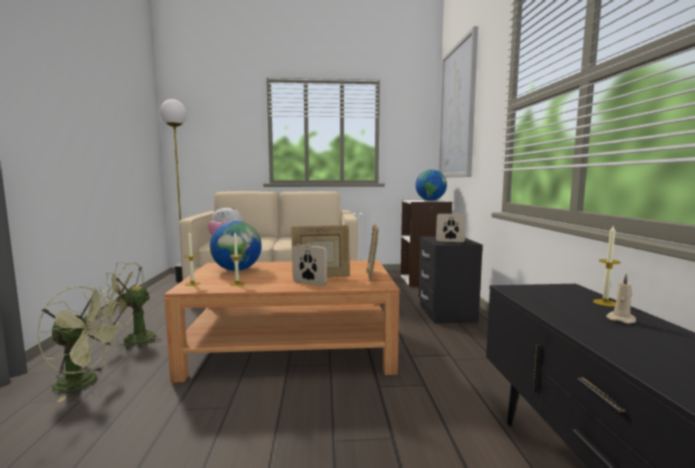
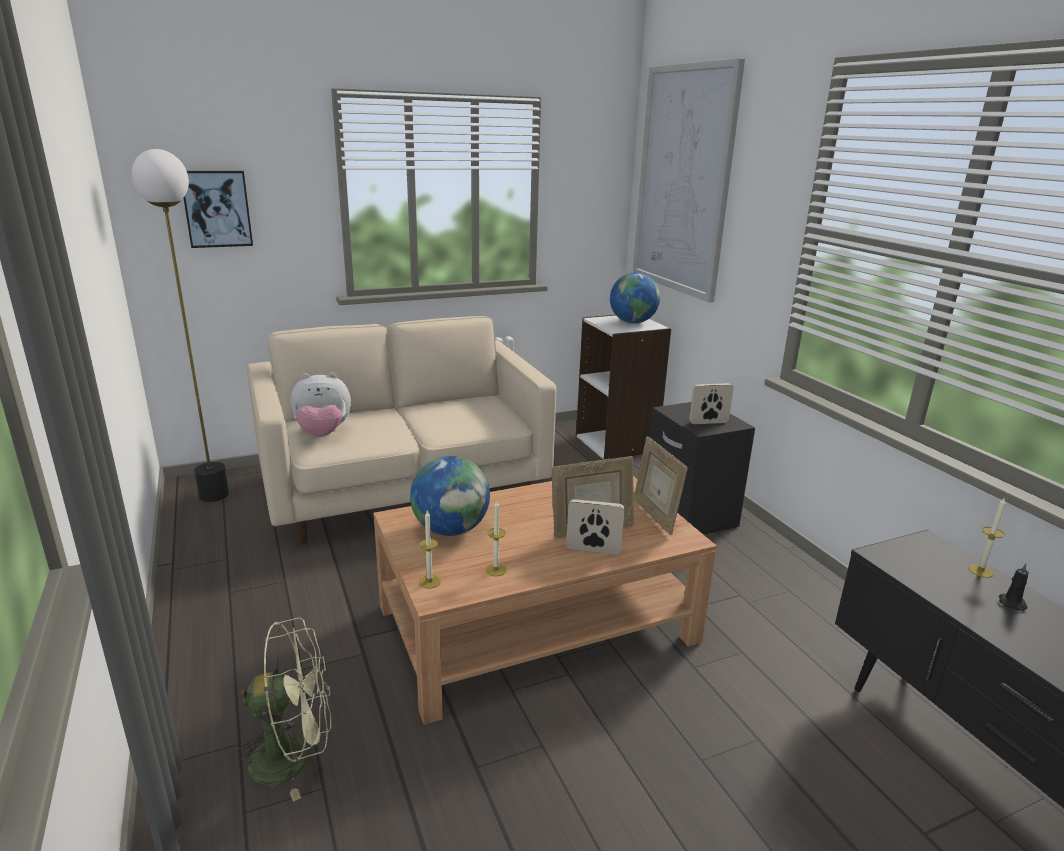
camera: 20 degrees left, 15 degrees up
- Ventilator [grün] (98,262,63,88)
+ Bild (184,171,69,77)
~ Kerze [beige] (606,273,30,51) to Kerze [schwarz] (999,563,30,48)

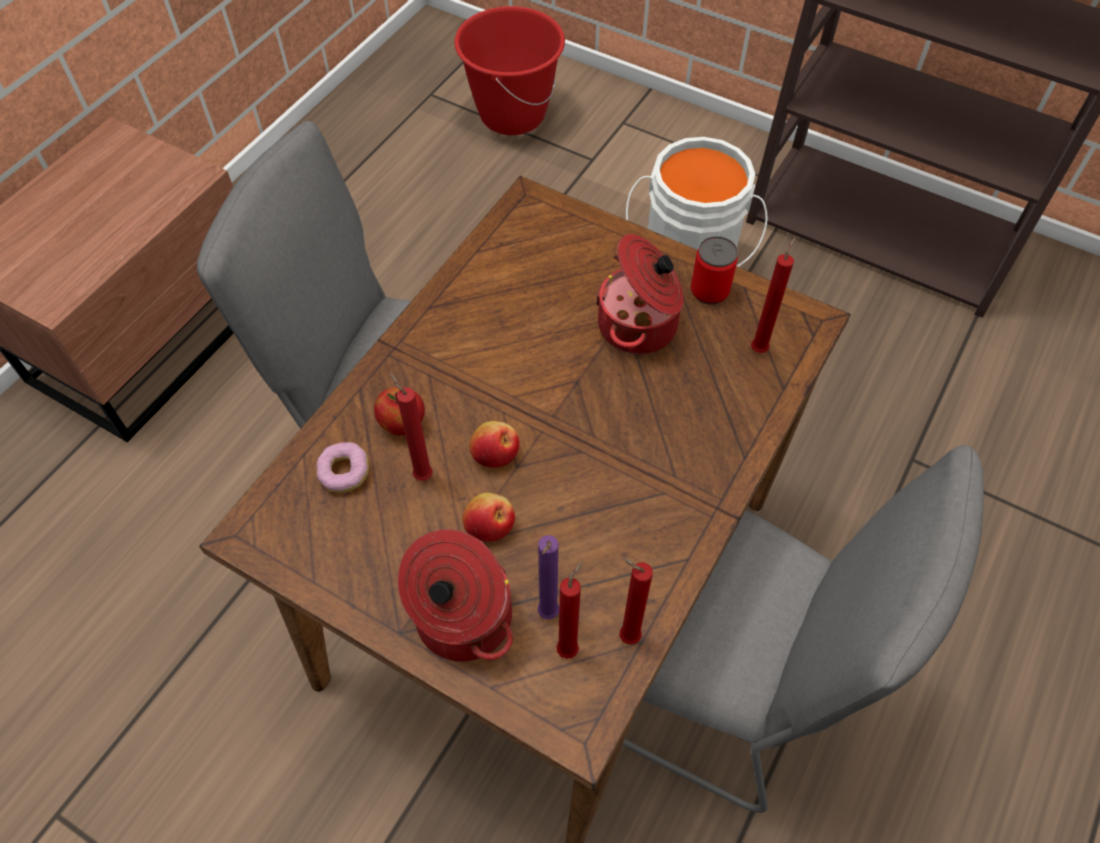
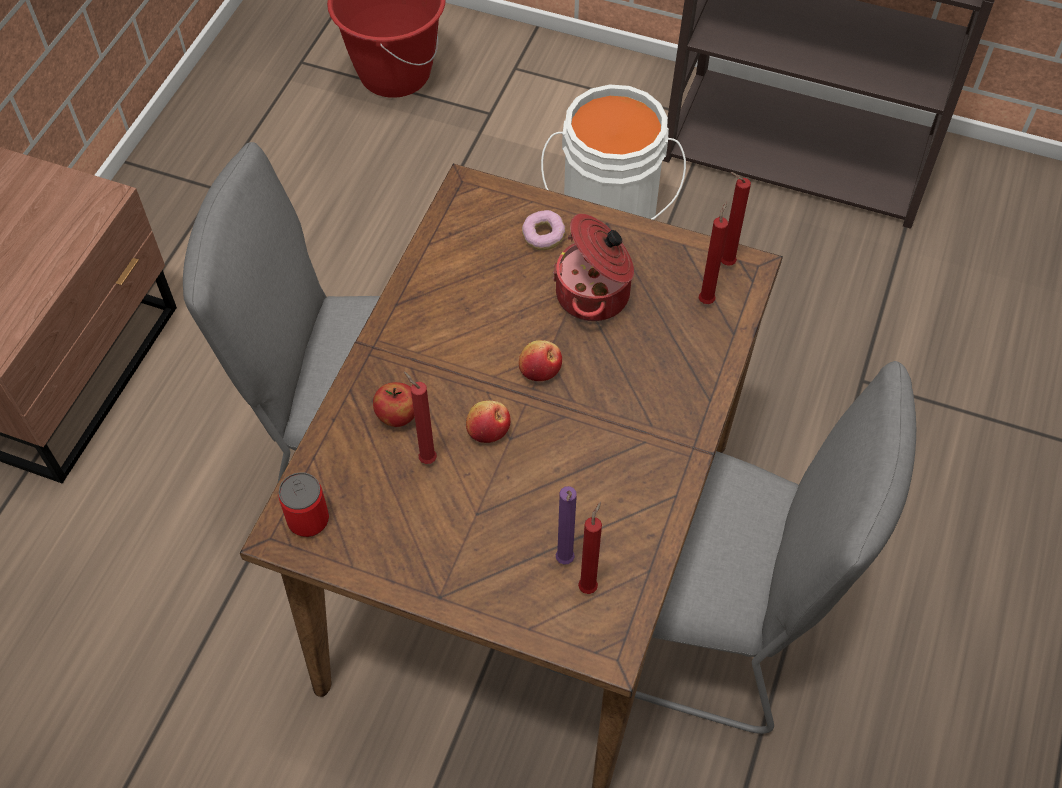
camera: 10 degrees left, 0 degrees up
- Kochtopf (398,529,115,133)
~ Donut (316,442,53,51) to (522,210,43,40)
~ Apfel (462,493,53,49) to (519,340,43,41)
~ Kerze [rot] (620,558,33,87) to (721,172,30,94)
~ Dose (691,236,47,69) to (279,472,50,65)

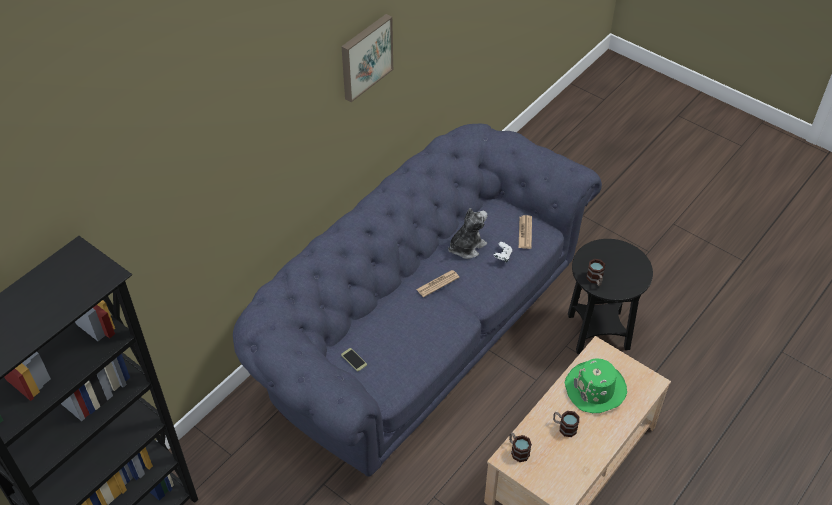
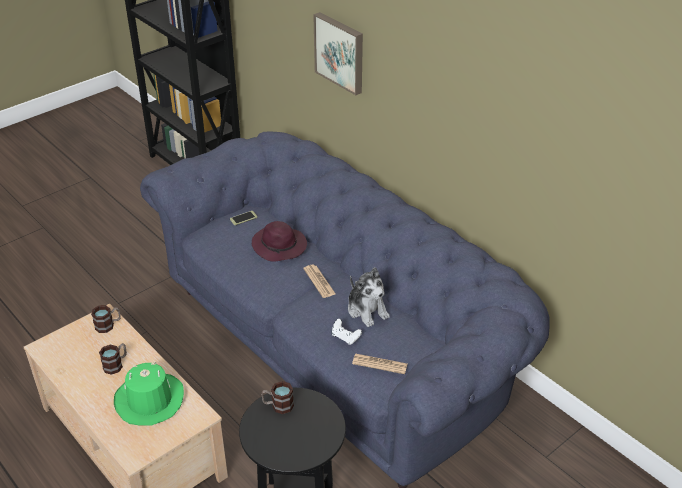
camera: 100 degrees right, 10 degrees down
+ Hut [lila] (252,221,55,41)
~ Bild (342,14,51,88) to (313,12,50,83)

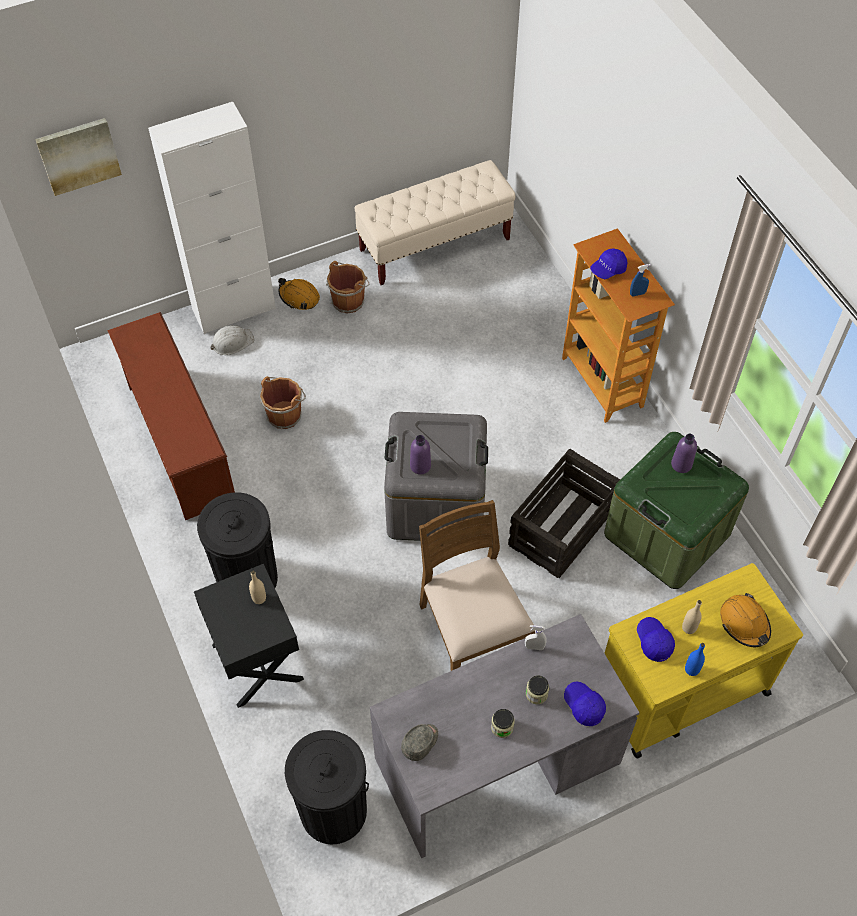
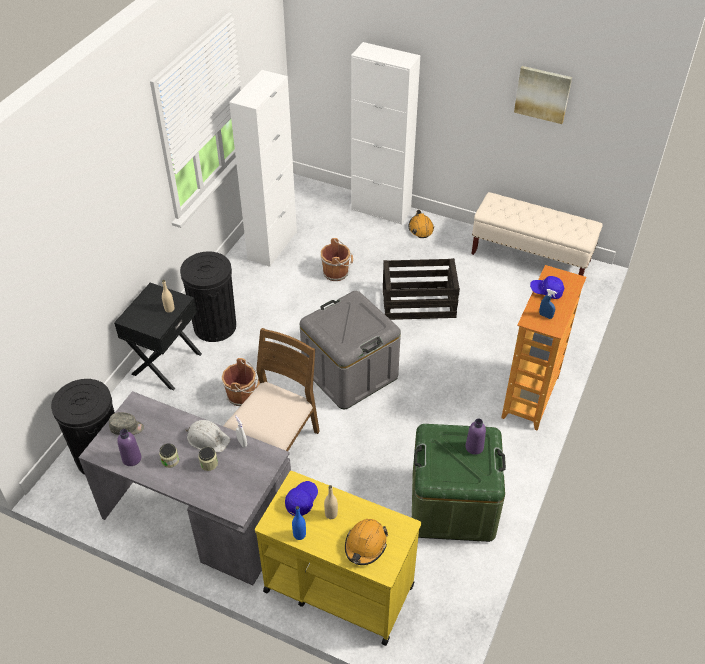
camera: 50 degrees right, 10 degrees down
- Kappe [blau] (564,682,42,44)
~ Bild (35,118,87,78) to (514,66,58,58)
~ Schutzhelm [weiß] (210,325,45,30) to (185,420,45,33)
~ Eimer [braun] (326,261,43,53) to (222,358,38,48)
~ Flasche [lila] (410,435,21,40) to (117,429,24,37)
~ Kiste (508,449,112,129) to (383,258,77,62)
~ Schuhregal [braun] (107,312,128,208) to Schrank [weiß] (229,70,68,197)

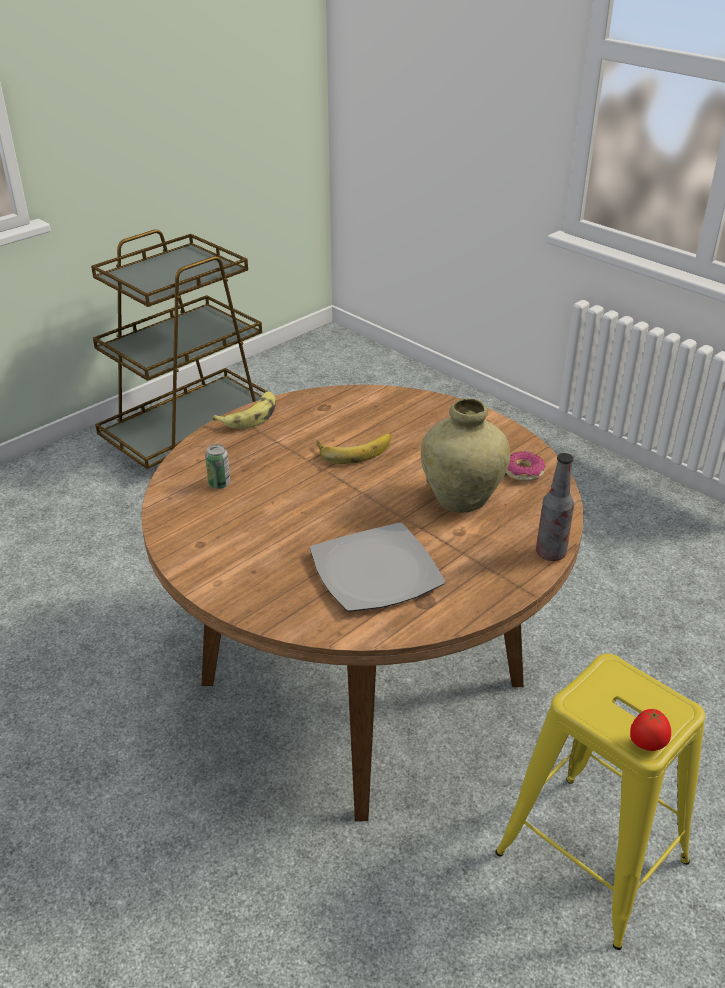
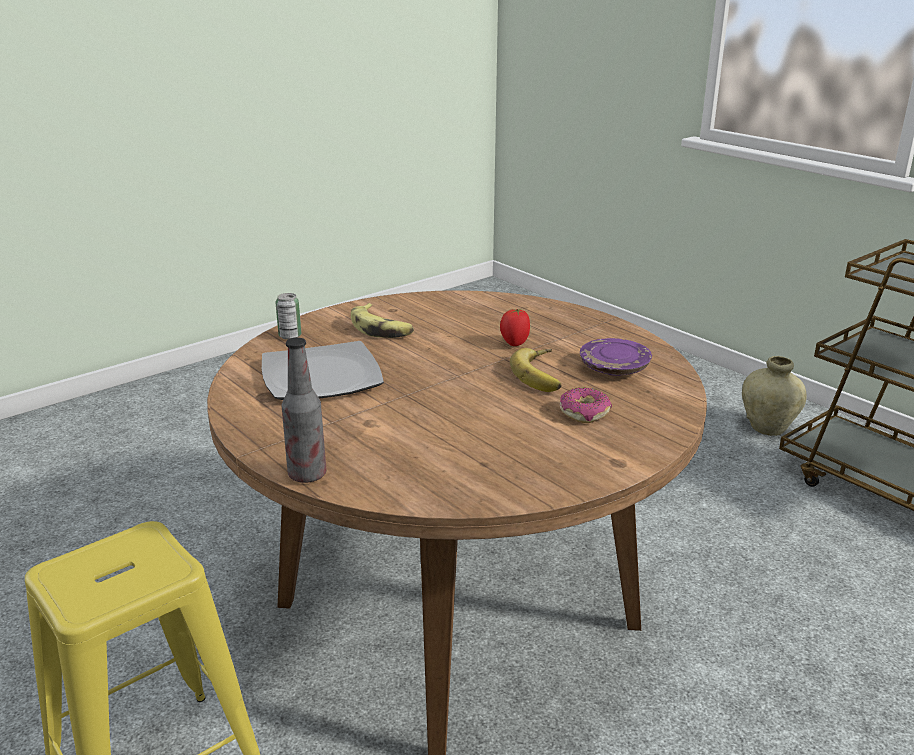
camera: 95 degrees right, 10 degrees down
+ Teller [lila] (580,338,72,38)
~ Dose (205,444,25,45) to (276,293,25,47)
~ Banane (213,391,63,38) to (351,303,63,35)
~ Vase [beige] (421,398,89,115) to (742,356,65,80)
~ Donut (506,451,40,30) to (560,387,52,36)
~ Tomate (630,708,41,43) to (500,309,30,37)

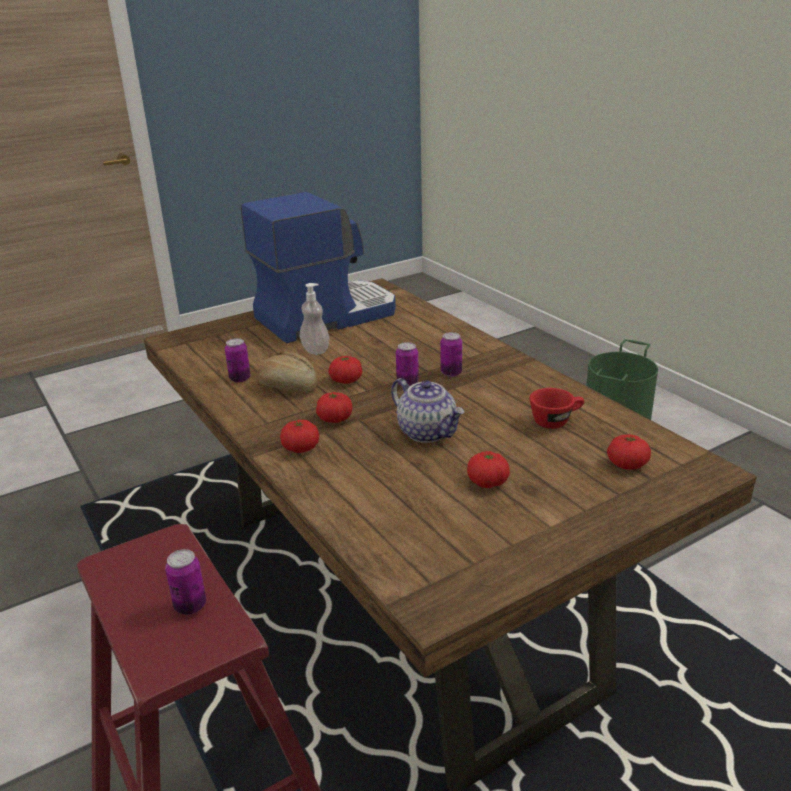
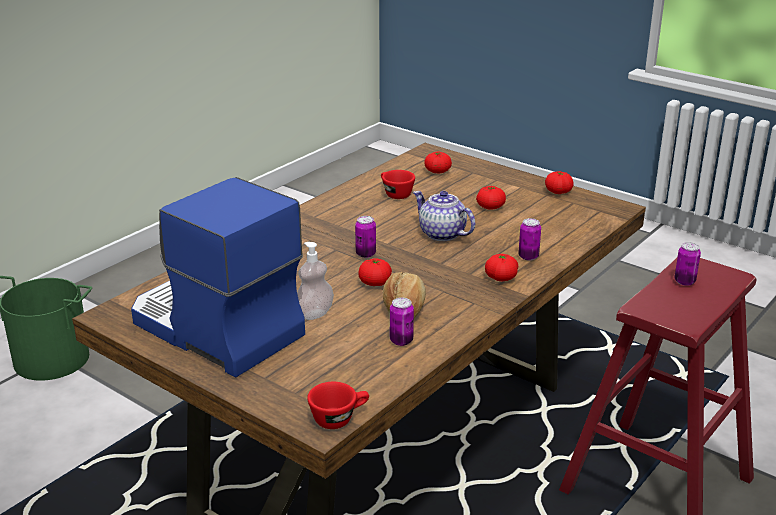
camera: 110 degrees left, 0 degrees up
+ Tasse [rot] (307,382,62,47)
~ Tomate (316,392,37,31) to (545,171,29,23)
~ Dose (440,332,22,45) to (518,218,23,42)
~ Teekanne (391,378,73,65) = (413,191,62,50) 75 degrees counterclockwise

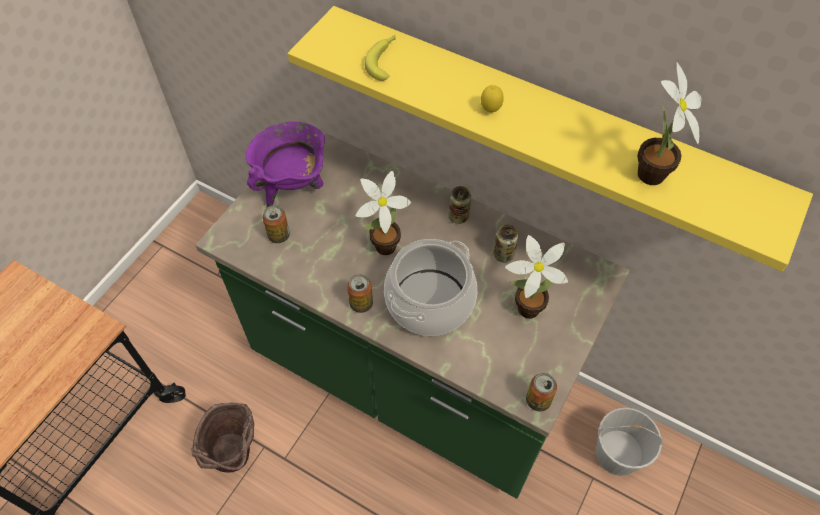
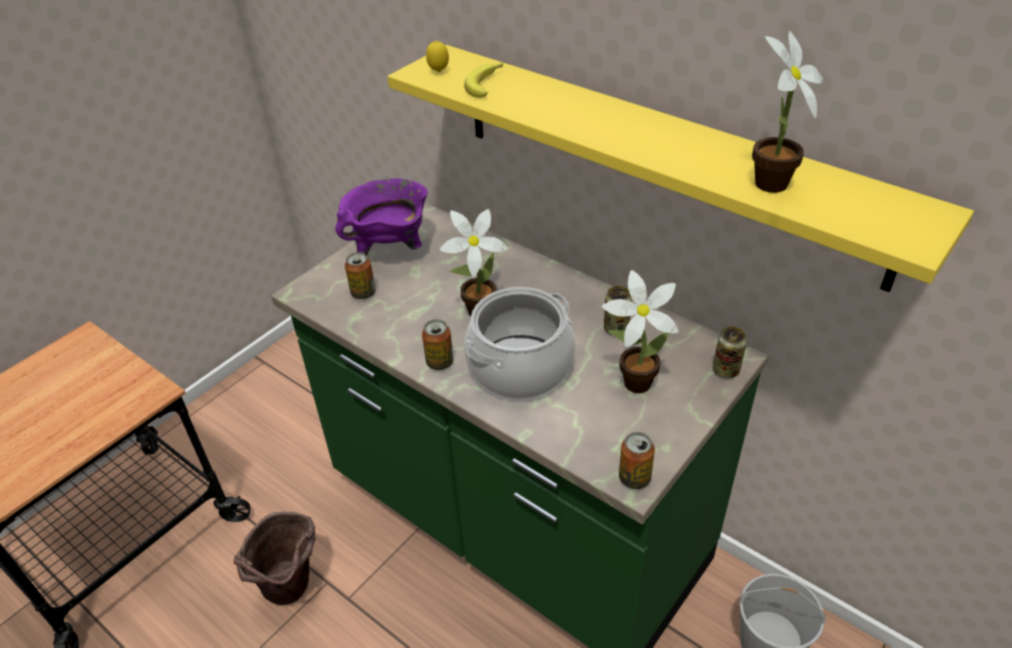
camera: 10 degrees right, 15 degrees down
~ Dose (448,186,23,38) to (713,326,34,52)
~ Zitrone (481,85,23,27) to (426,41,23,31)

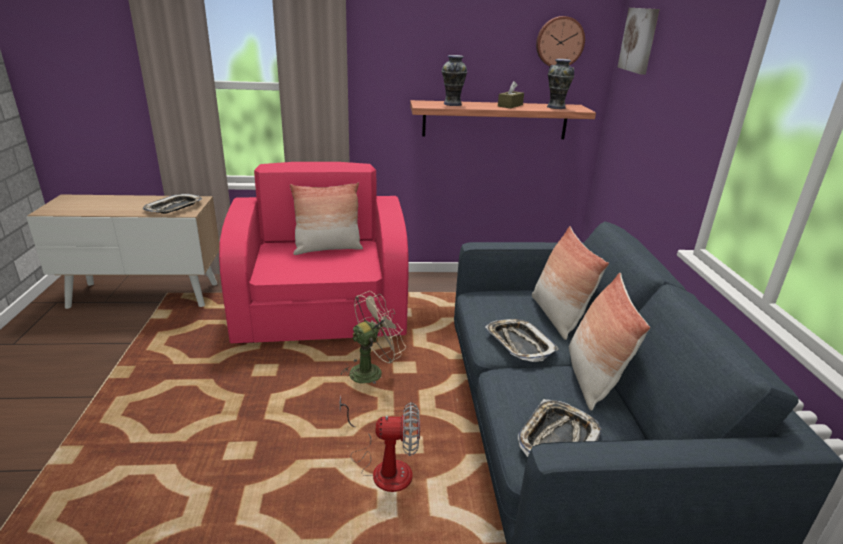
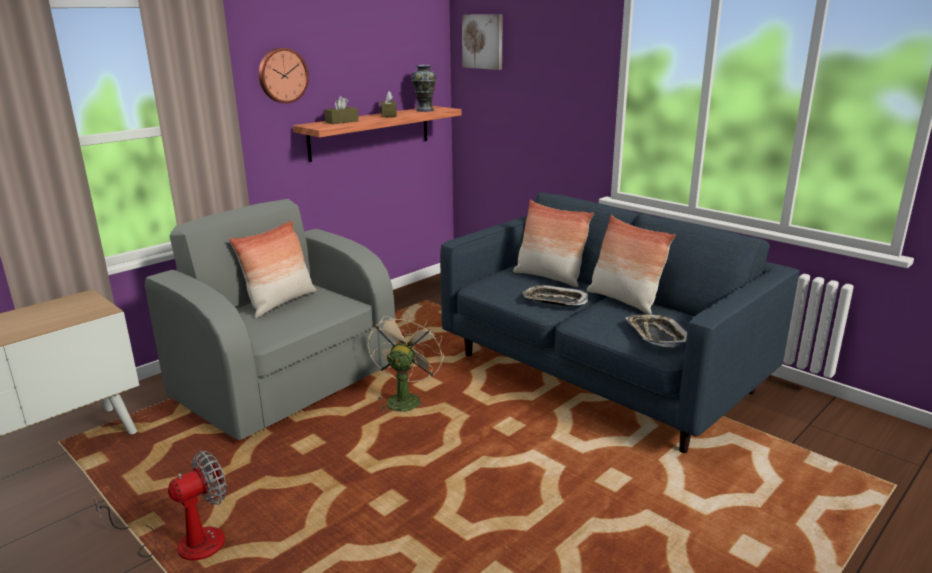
camera: 40 degrees left, 5 degrees down
- Tablett (143,194,59,20)
~ Ventilator (340,395,80,97) to (93,450,134,111)
~ Wanduhr (536,16,49,50) to (259,48,50,55)
~ Vase (441,55,26,51) to Taschentuchbox [braun] (324,96,35,28)
~ Sessel [rosa] (219,162,190,181) to Sessel [grau] (145,199,252,241)

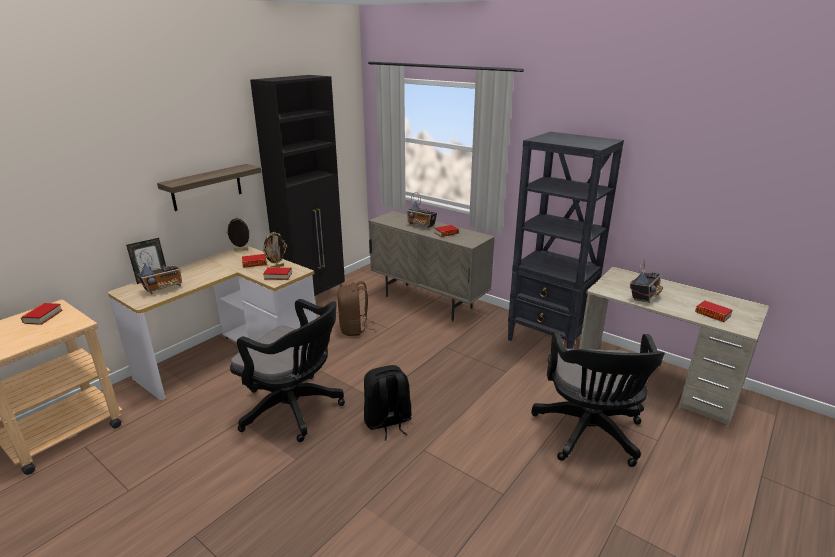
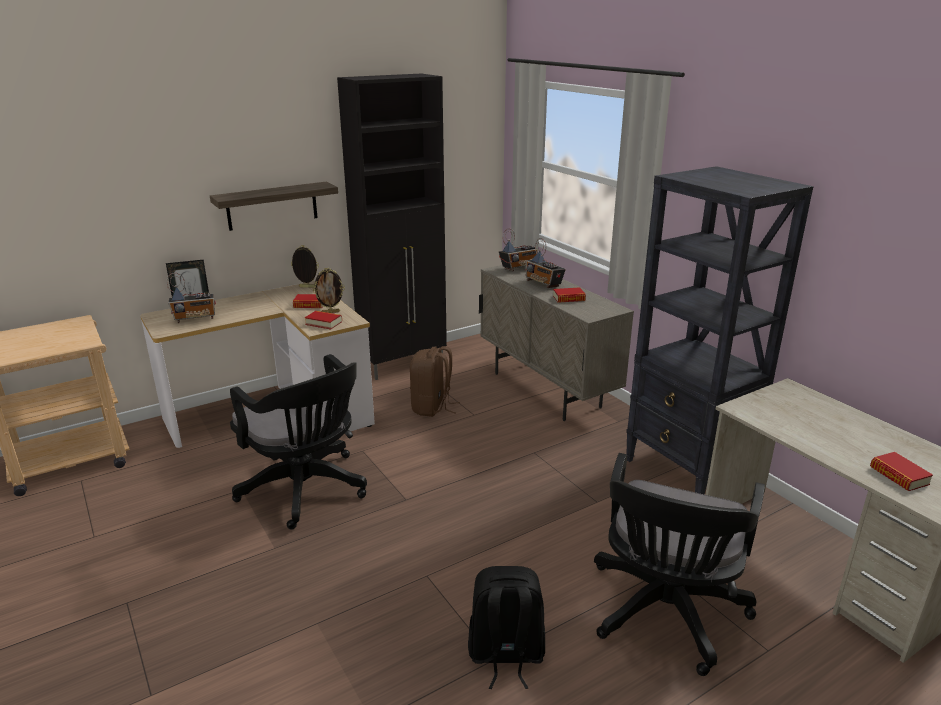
camera: 20 degrees right, 0 degrees up
- Buch (21,303,42,22)
~ Rucksack [schwarz] (364,365,48,75) to (468,566,77,123)
~ Radio (630,260,33,43) to (499,228,39,43)

